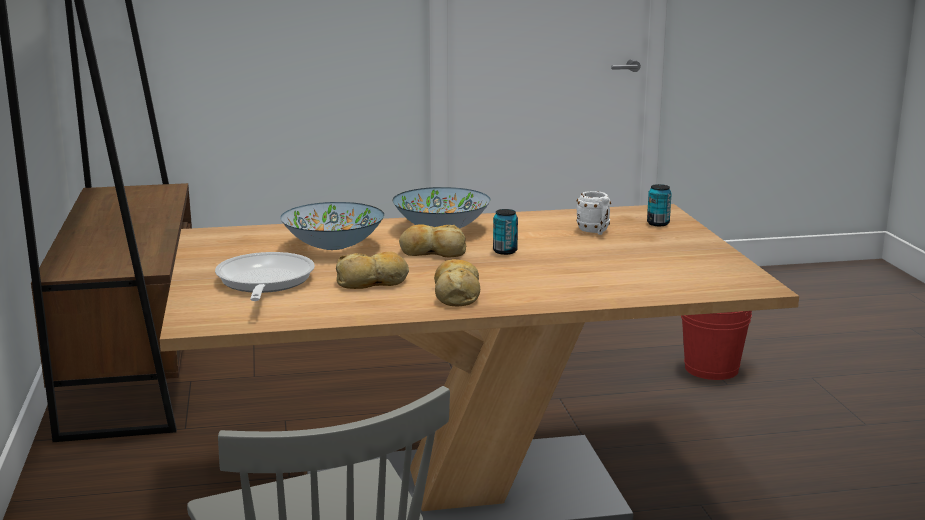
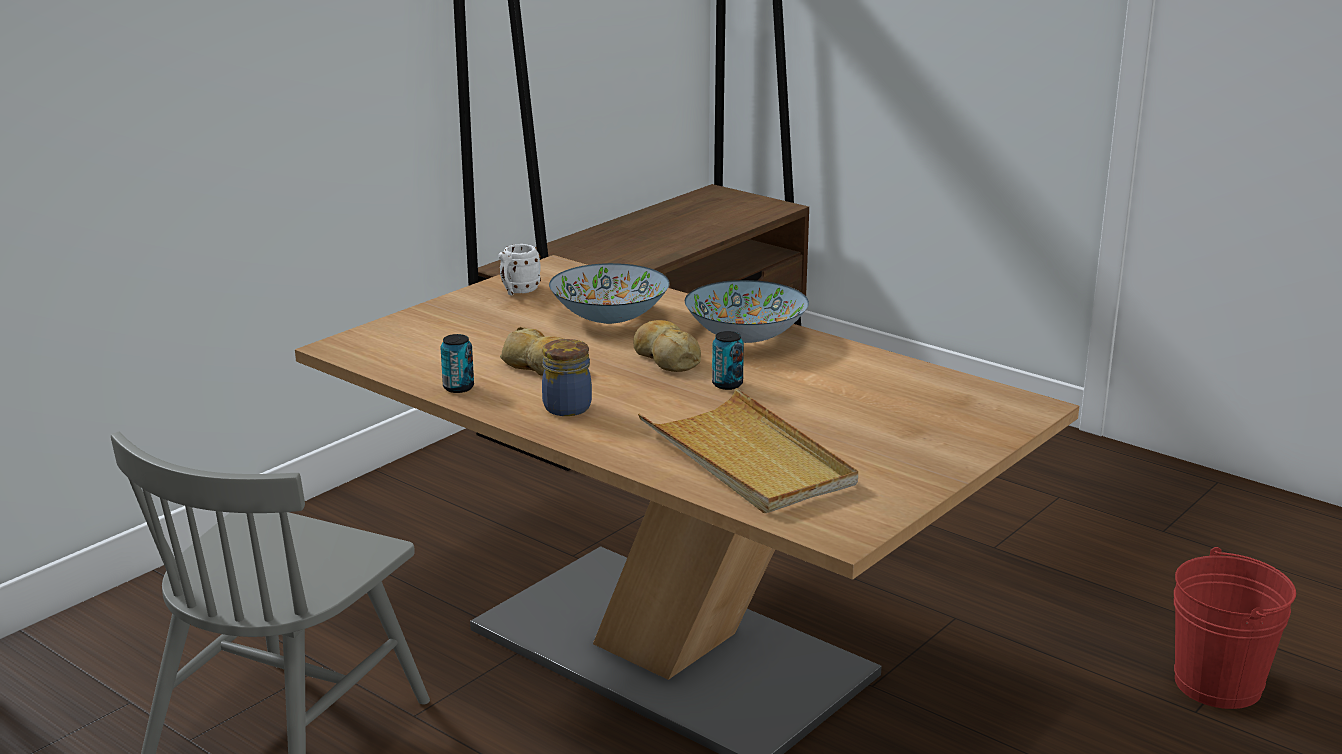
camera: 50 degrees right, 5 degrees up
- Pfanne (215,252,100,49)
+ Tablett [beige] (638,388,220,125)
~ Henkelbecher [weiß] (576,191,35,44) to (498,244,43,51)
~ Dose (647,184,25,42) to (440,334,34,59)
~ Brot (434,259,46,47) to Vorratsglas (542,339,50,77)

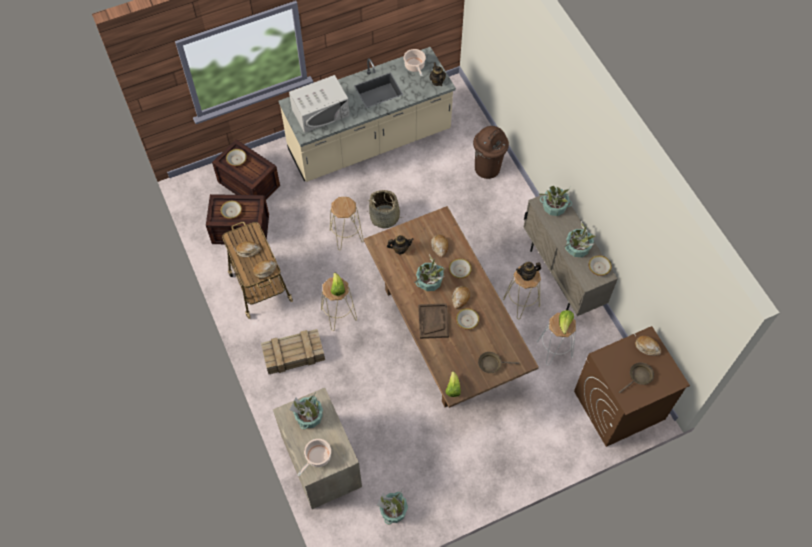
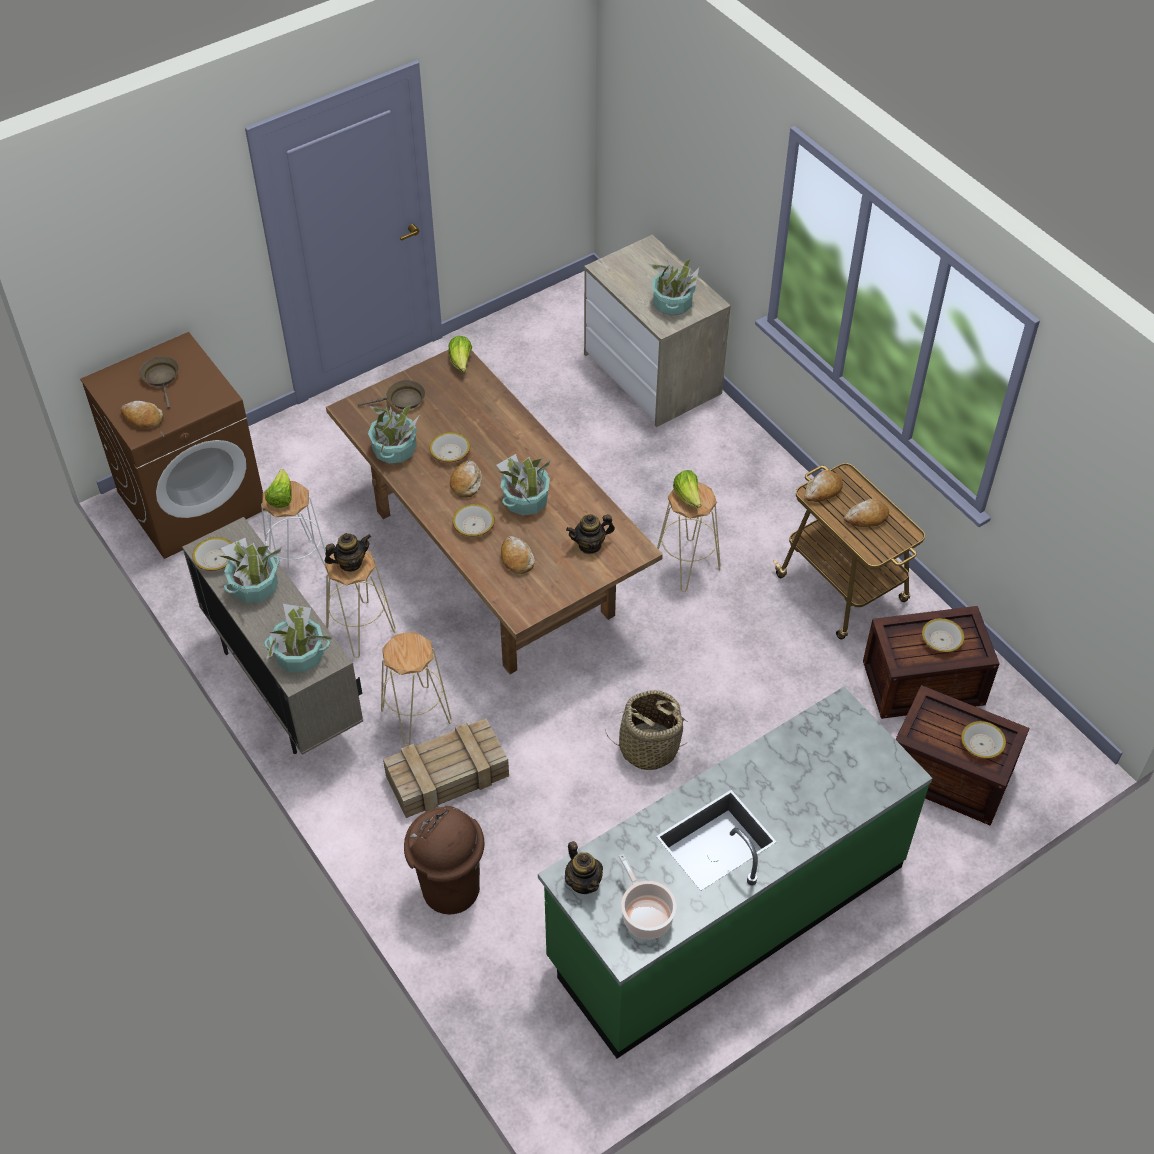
camera: 170 degrees right, 10 degrees down
- Mikrowelle [weiß] (289,75,61,58)
- Kochtopf (297,439,34,37)
- Tablett [braun] (418,303,31,36)
~ Kiste (261,329,64,45) to (383,718,126,100)
~ Hocker [beige] (330,197,34,54) to (381,632,71,114)
~ Topfpflanze (377,490,31,34) to (368,400,51,64)
~ Küchenzeile [beige] (278,47,178,135) to Küchenzeile [grün] (538,687,394,372)
~ Pfanne [braun] (619,362,35,31) = (139,356,40,53) 120 degrees clockwise

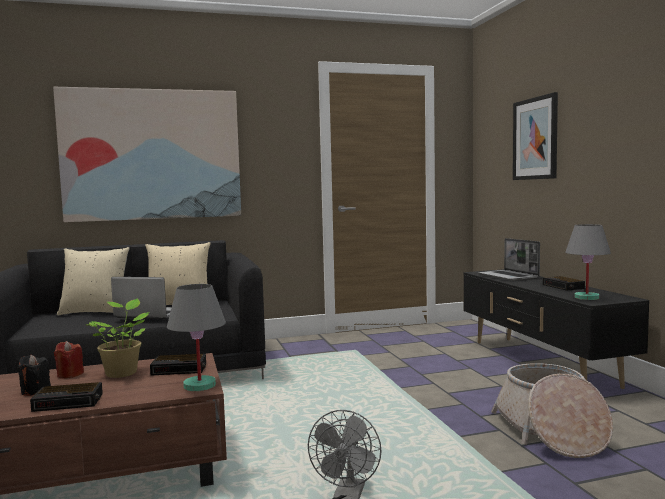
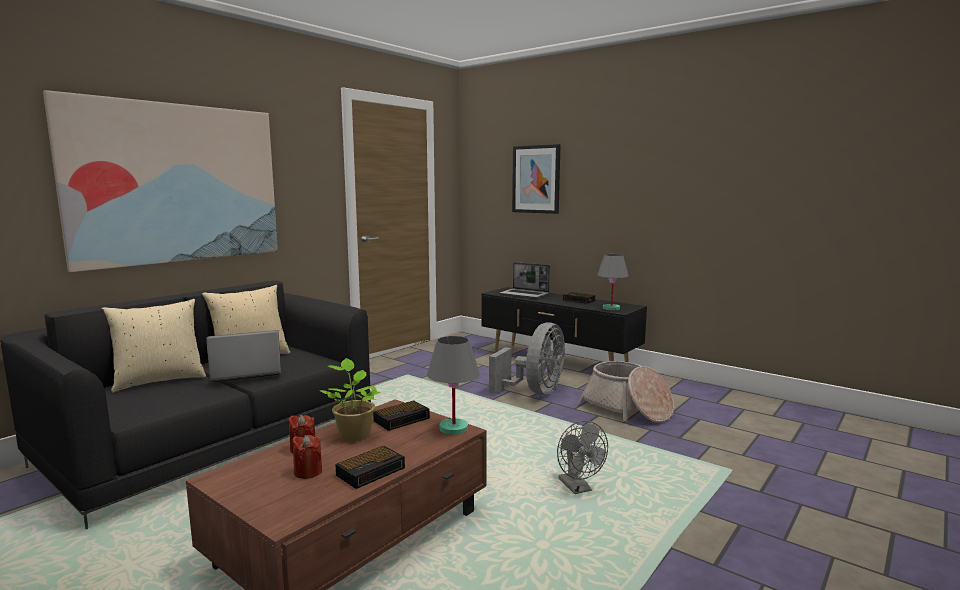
camera: 35 degrees left, 5 degrees up
+ Ventilator [grau] (489,322,76,73)
~ Kerze [schwarz] (18,355,33,41) to Kerze [rot] (292,435,30,44)

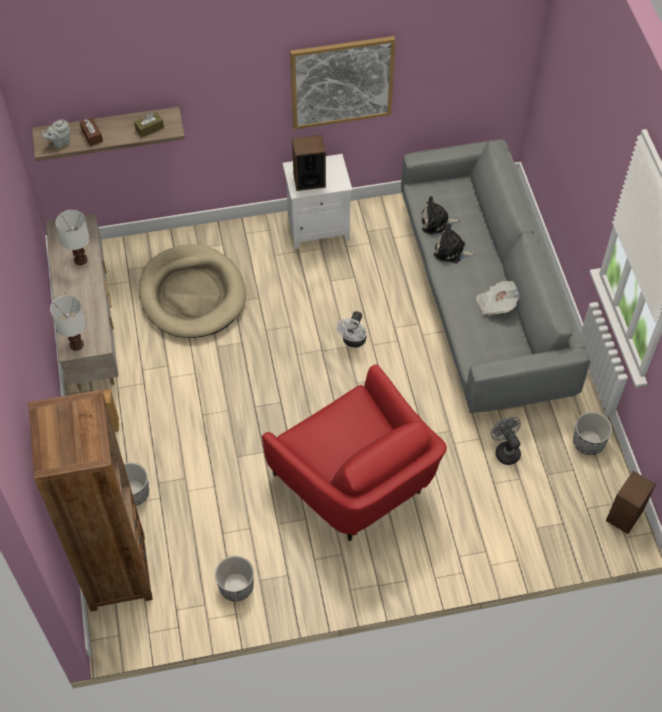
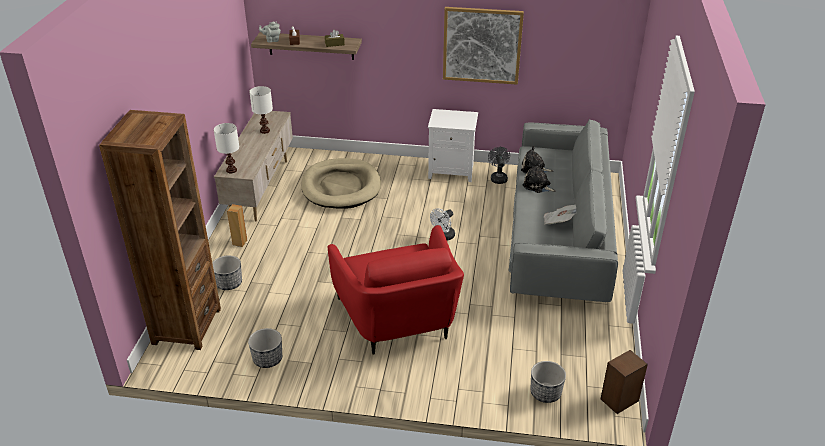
camera: 20 degrees right, 20 degrees down
- Lautsprecher (292,135,34,56)
~ Ventilator [grau] (491,417,30,48) to (488,147,22,37)
~ Pflanzkübel (573,412,39,43) to (531,361,35,42)

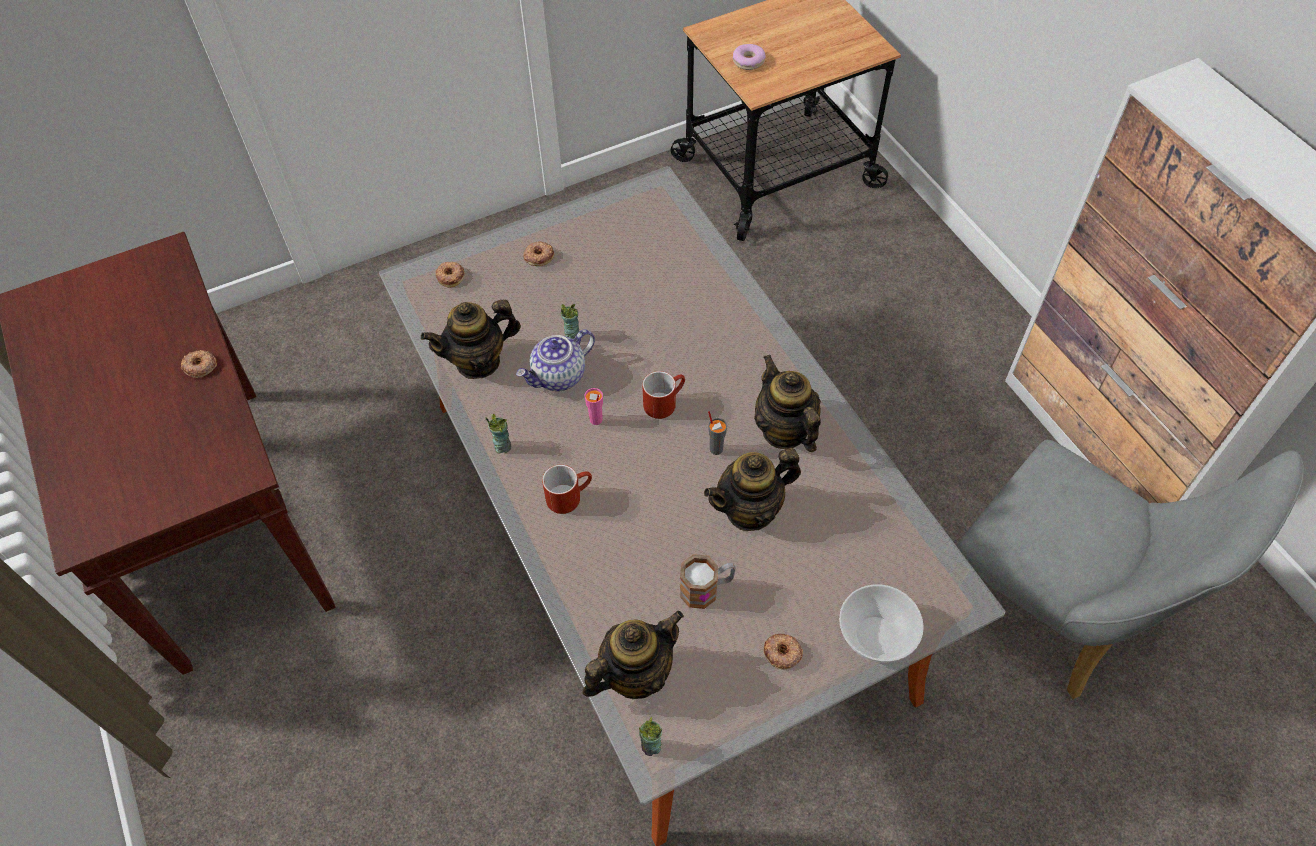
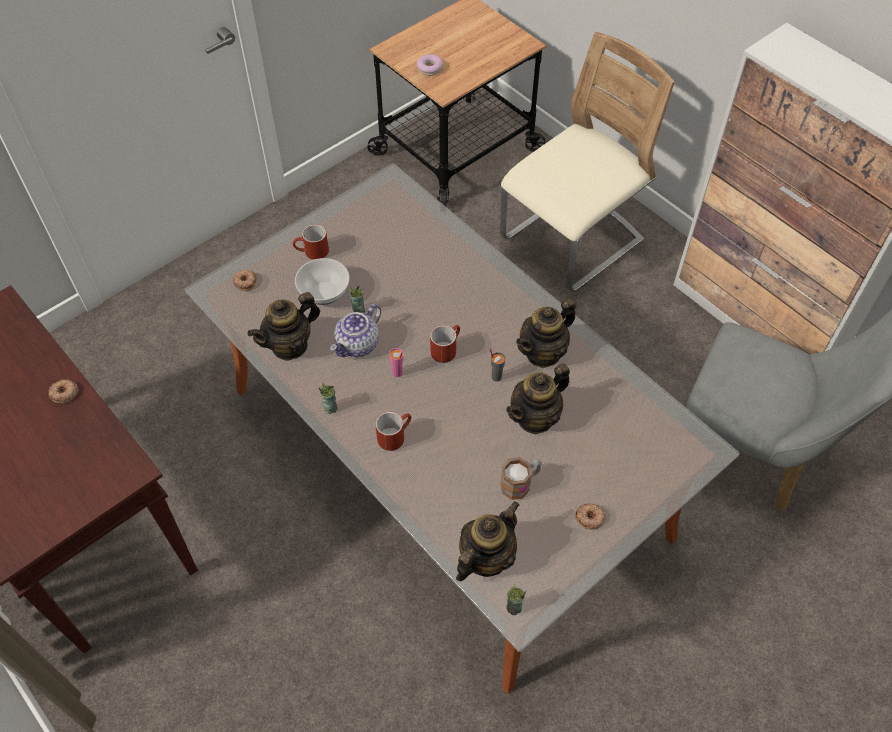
camera: 15 degrees left, 0 degrees up
+ Stuhl [beige] (500,32,175,260)
~ Schüssel (839,584,85,79) to (295,258,55,47)
~ Donut (523,242,31,24) to Henkelbecher [rot] (293,224,36,36)
~ Teekanne (754,355,67,97) = (516,299,60,69) 90 degrees counterclockwise

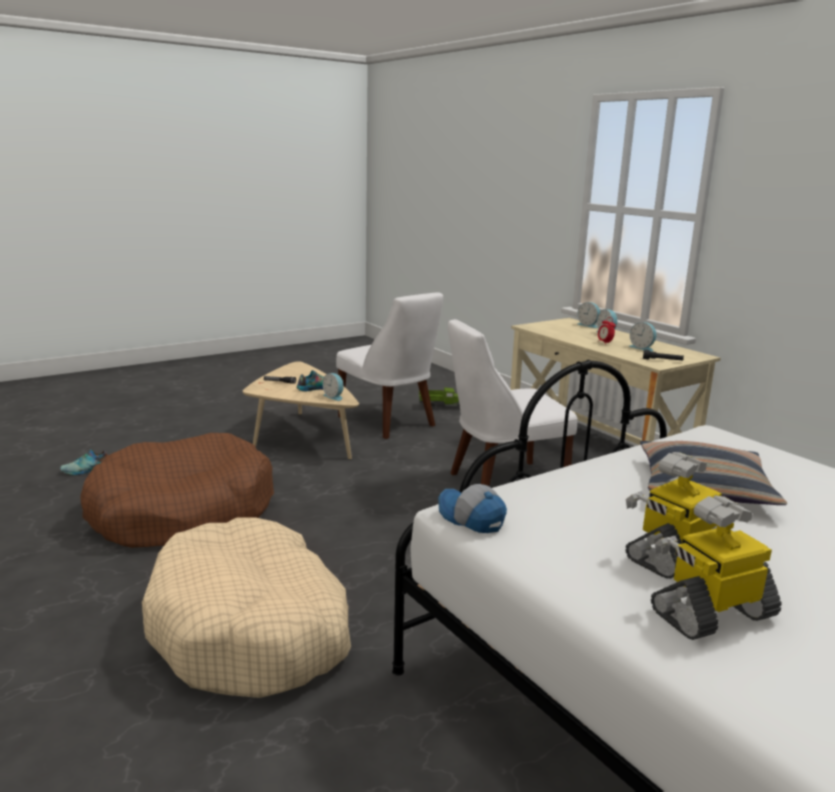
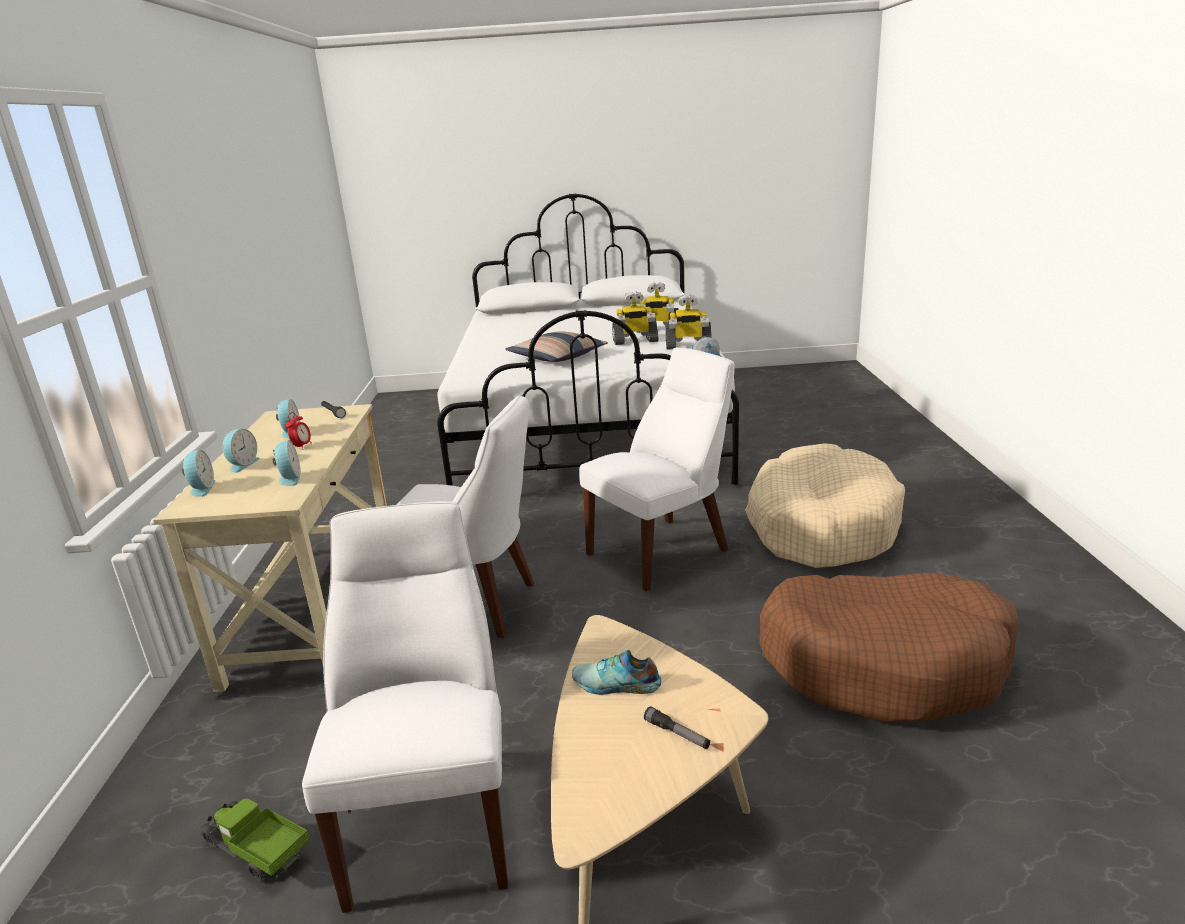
camera: 145 degrees left, 5 degrees up
- Schuh (60,449,48,26)
+ Stuhl [weiß] (579,348,156,243)
+ Spielzeugroboter (666,295,46,55)
~ Wecker (323,373,21,28) to (273,440,28,46)

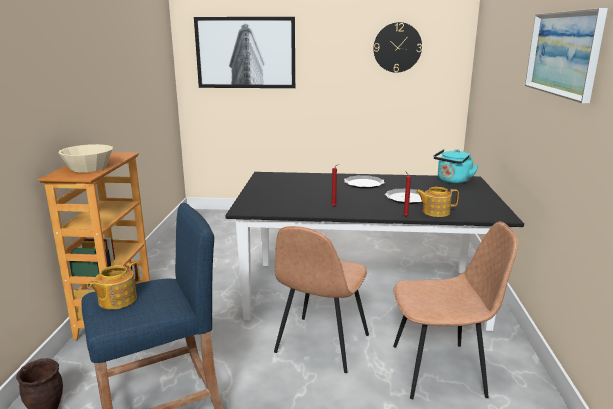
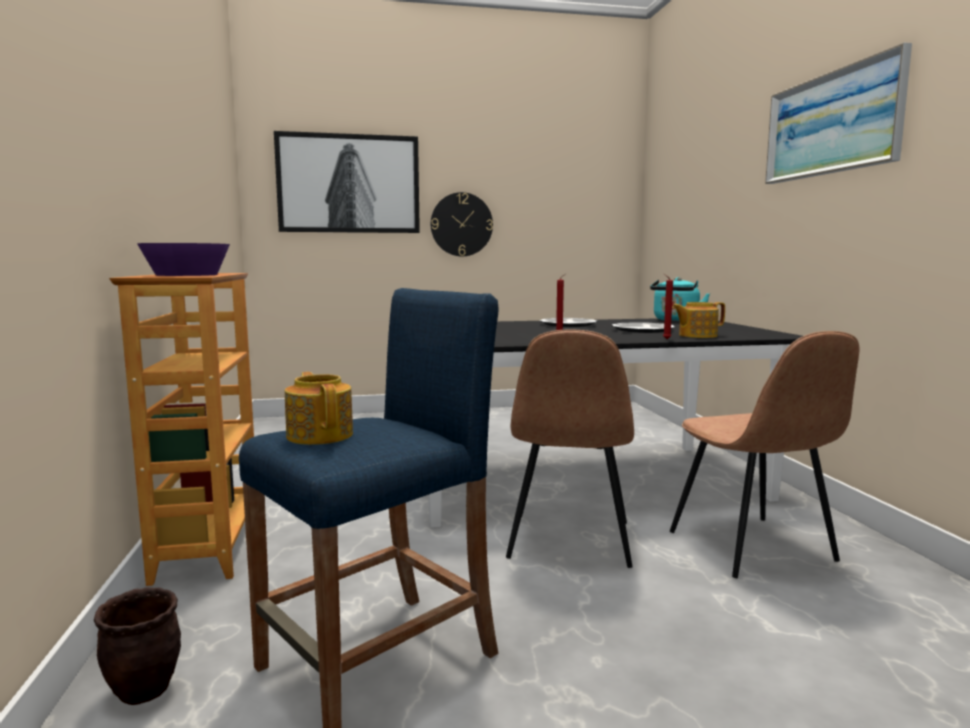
camera: 15 degrees left, 10 degrees down
~ Wanduhr (373,22,49,51) to (431,192,62,64)
~ Schüssel [beige] (58,144,55,28) to Schüssel [lila] (137,243,93,33)
~ Teekanne (87,261,53,48) = (285,372,68,73) 135 degrees clockwise
~ Stuhl [braun] (393,222,125,177) = (670,331,189,247) 90 degrees clockwise

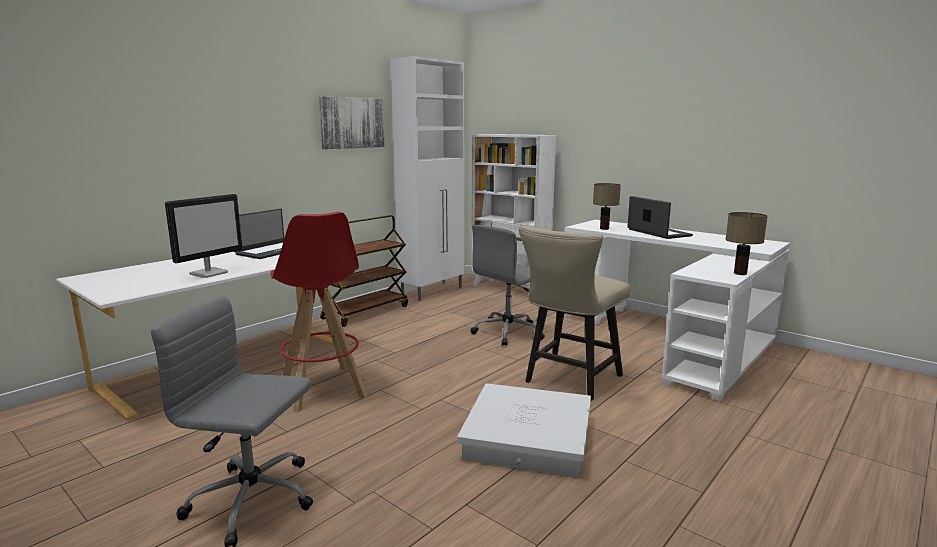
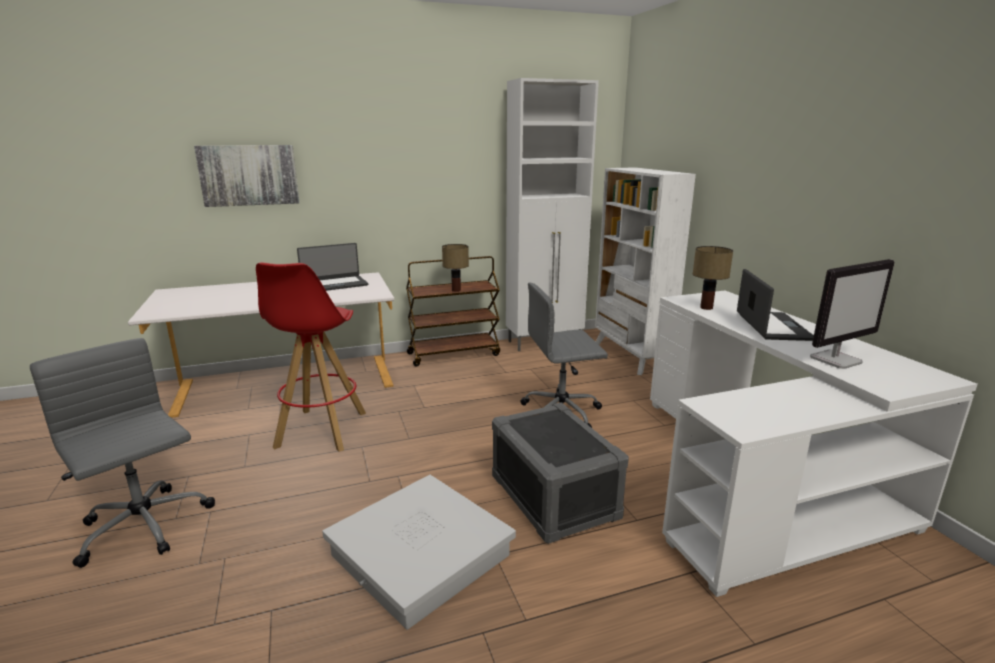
camera: 30 degrees right, 5 degrees up
~ Monitor (165,194,78,84) to (810,259,85,110)
~ Bild (319,96,66,53) to (194,145,106,62)
~ Tischlampe (726,212,42,63) to (442,244,27,48)
~ Stuhl [beige] (519,225,111,176) to Aufbewahrungsbox [grau] (492,403,137,141)

